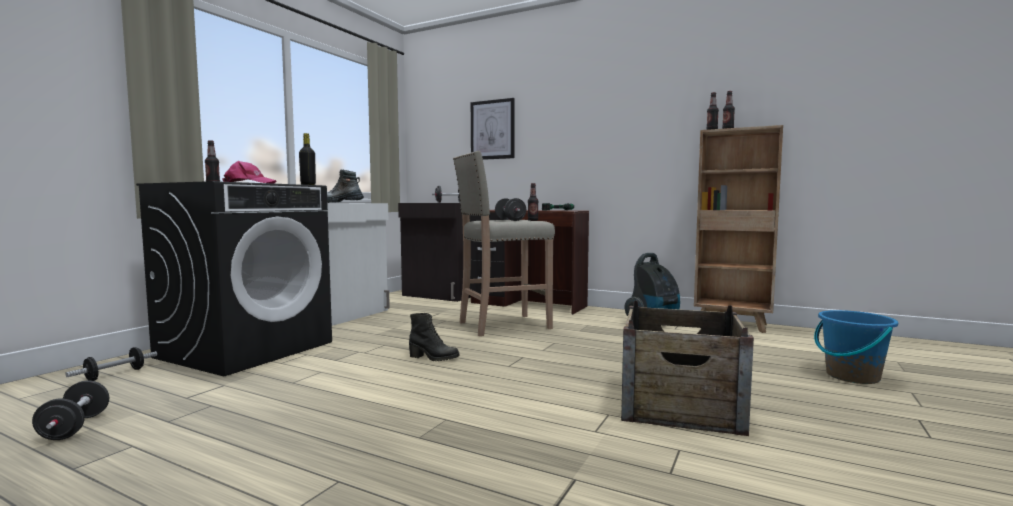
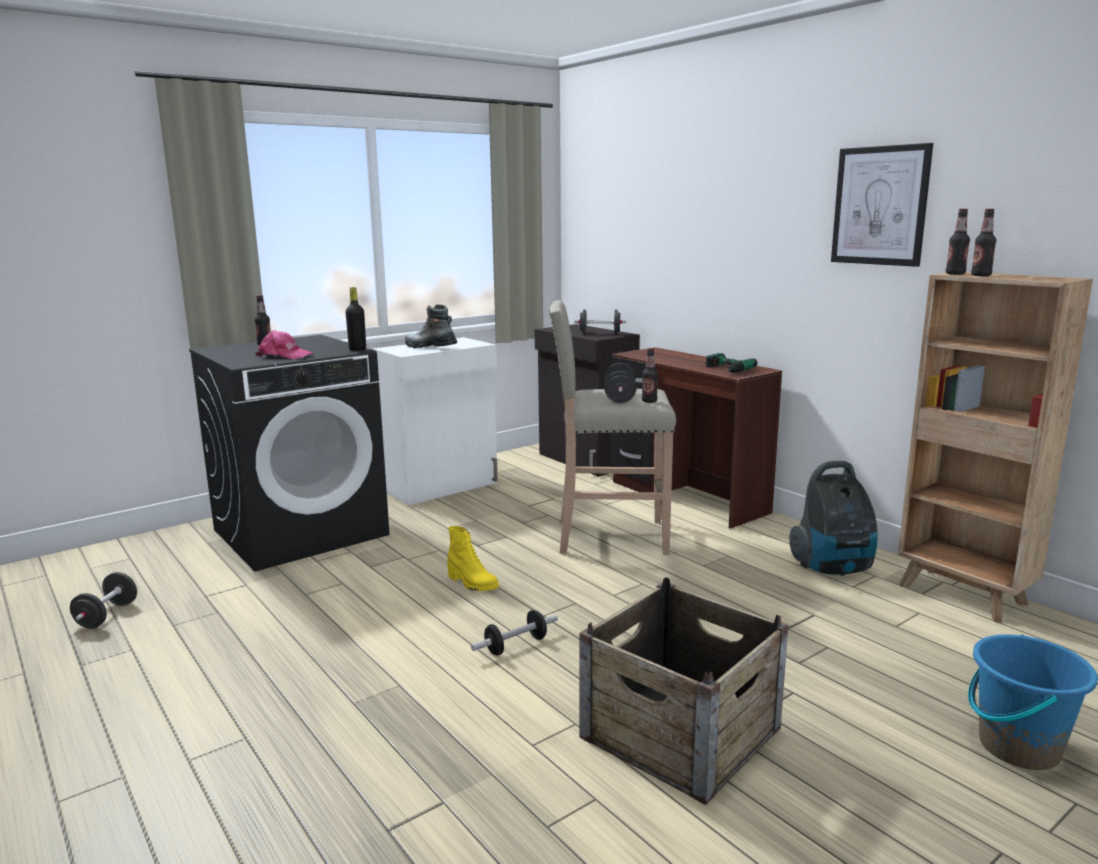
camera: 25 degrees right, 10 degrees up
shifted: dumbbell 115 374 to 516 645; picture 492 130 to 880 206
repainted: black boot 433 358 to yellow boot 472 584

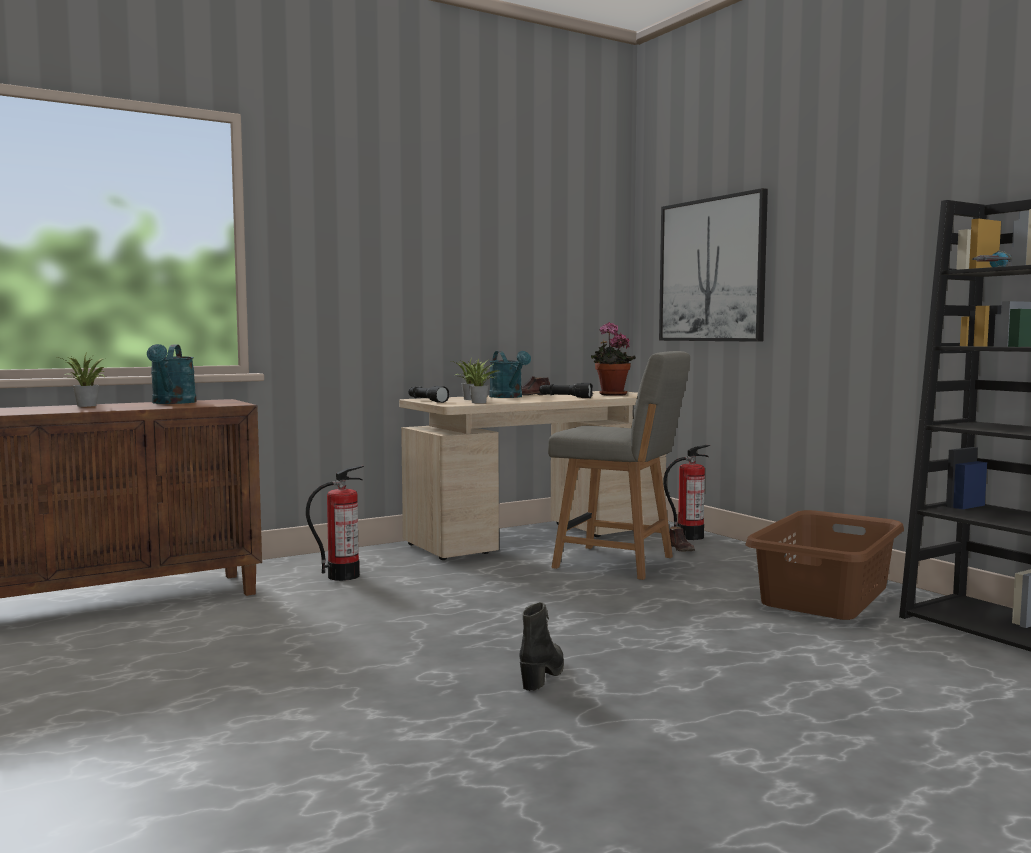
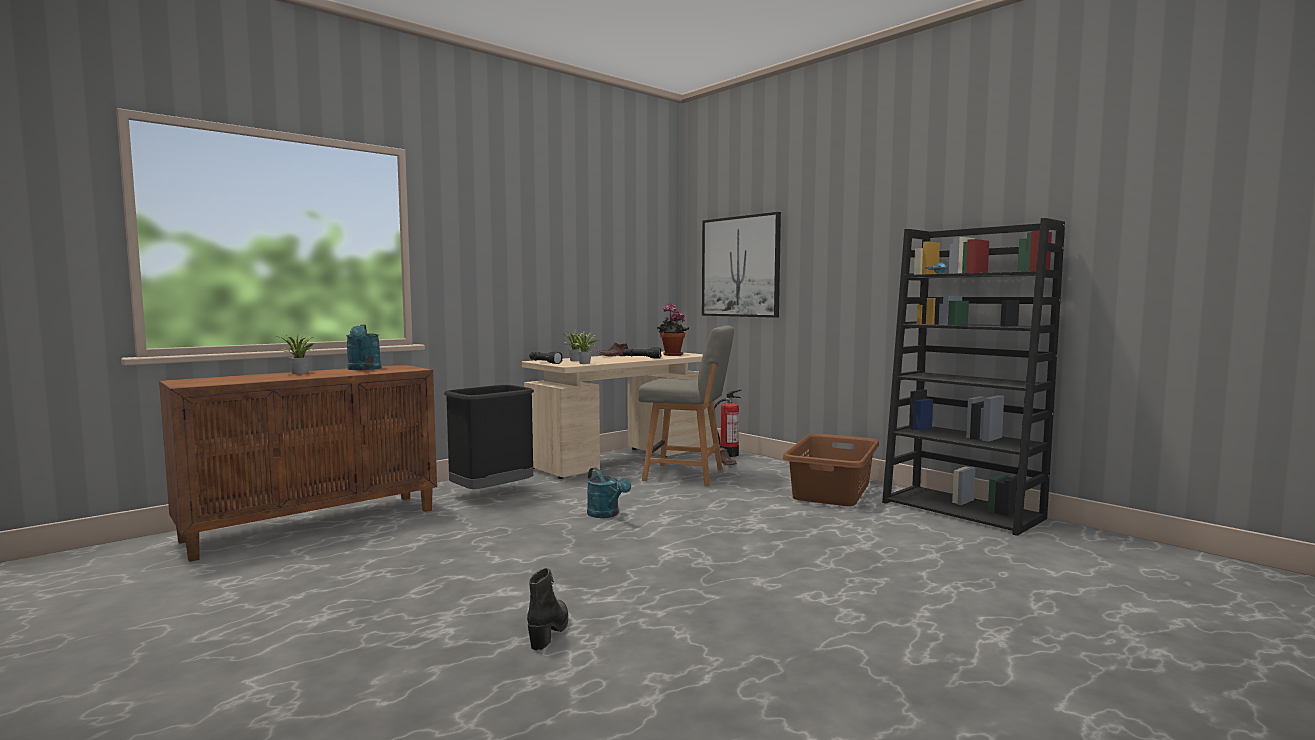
camera: 10 degrees left, 0 degrees up
shifted: turquoise watering can 508 397 to 606 515; black boot 543 675 to 549 631
swapped: fire extinguisher 343 576 to black trash can 492 494

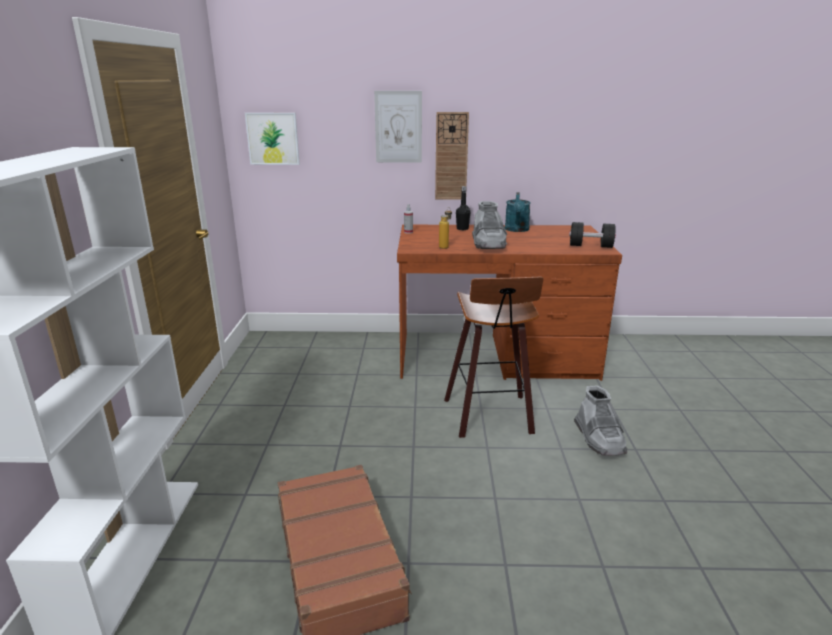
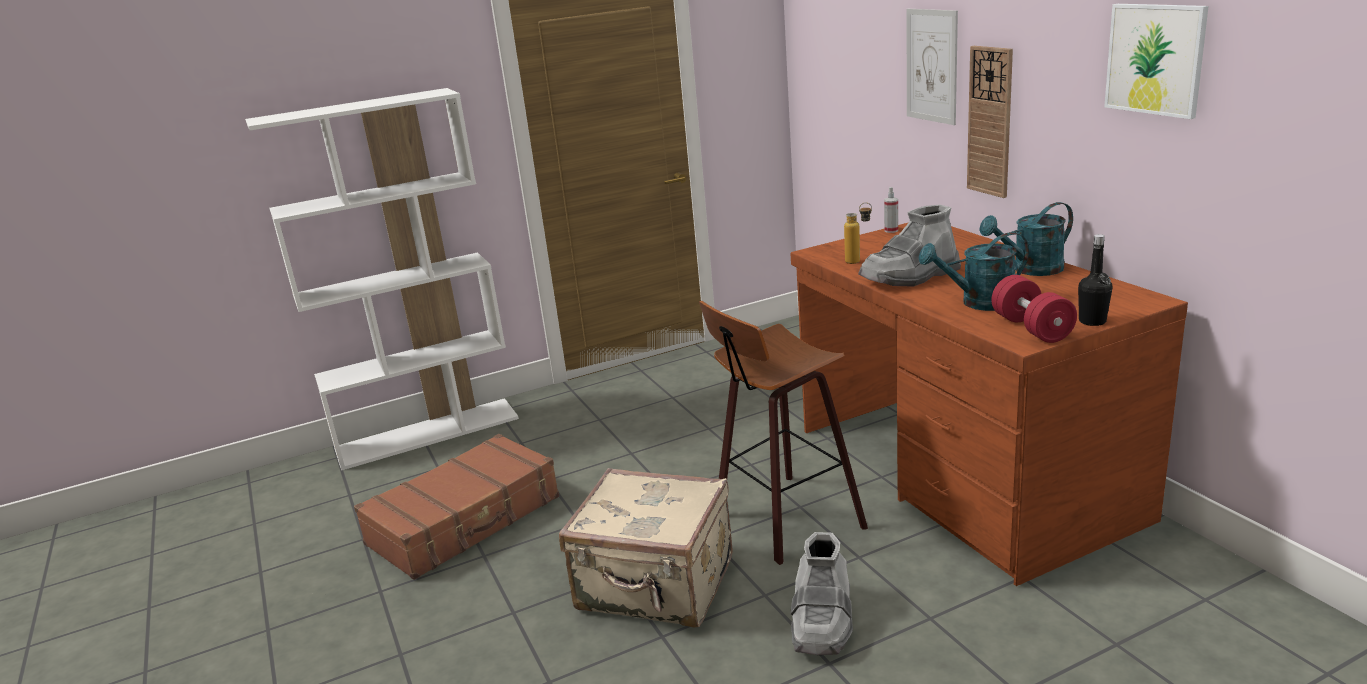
camera: 65 degrees right, 0 degrees up
new: beige suitcase 656 586; turquoise watering can 979 303
shifted: picture 273 138 to 1155 59; black bottle 462 229 to 1092 321
repainted: black dumbbell 590 246 to red dumbbell 1031 328
rotated: grey boot 599 439 = 822 622 45 degrees counterclockwise

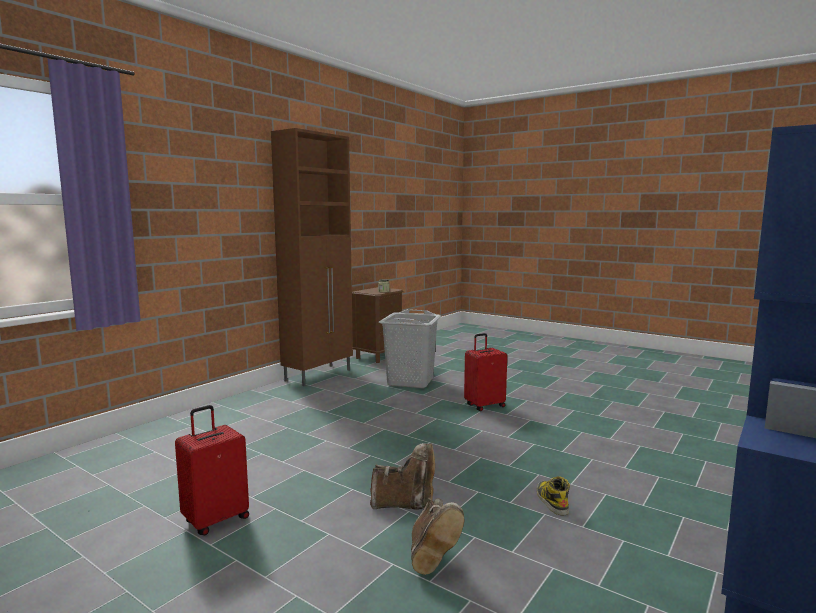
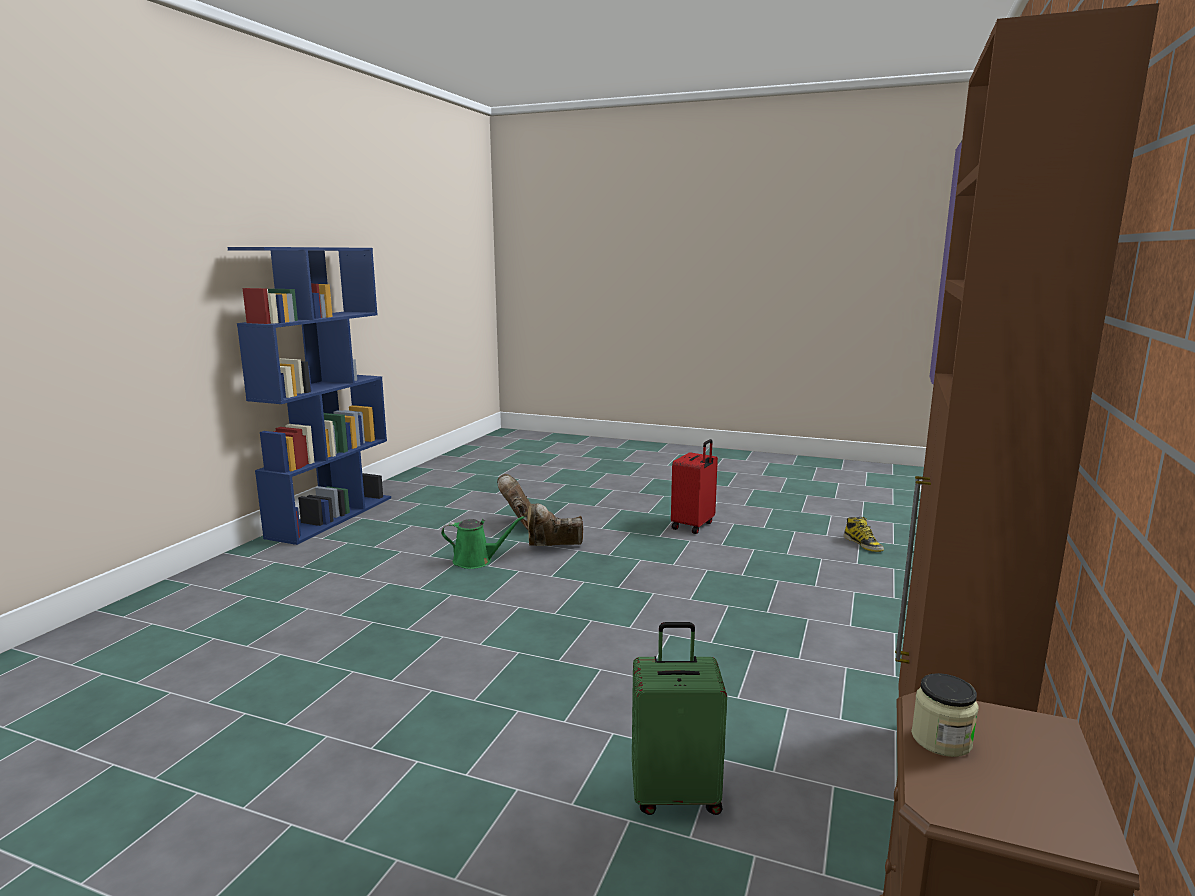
camera: 165 degrees right, 5 degrees up
gone: red suitcase 484 405
new: green watering can 476 561
shifted: boot 551 501 to 863 544
swapped: grey laundry basket 410 381 to green suitcase 675 794

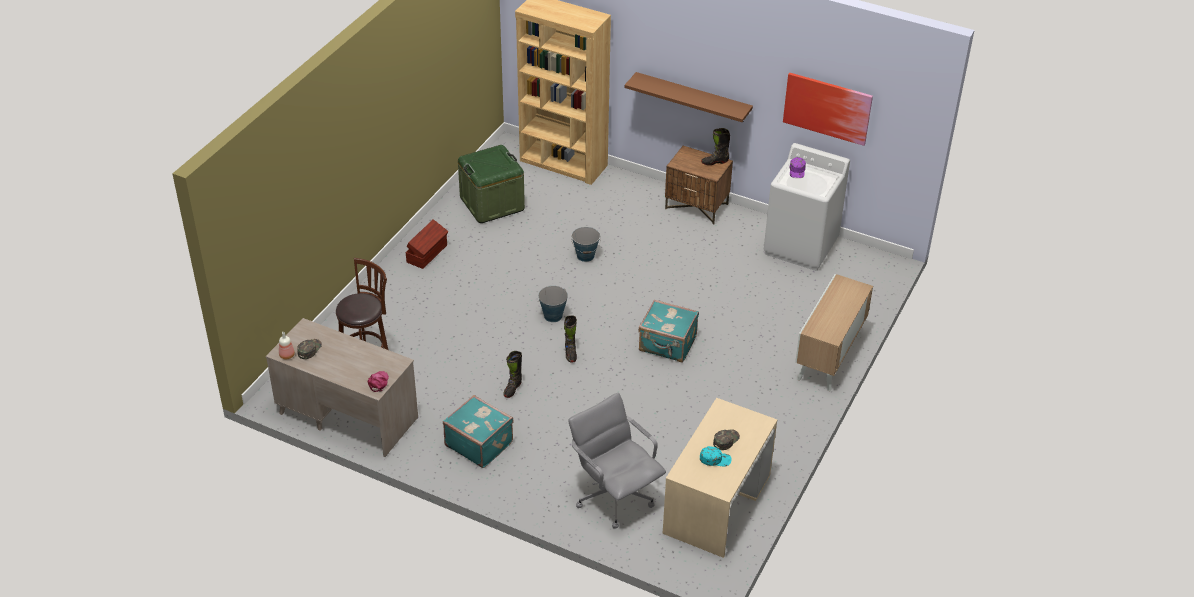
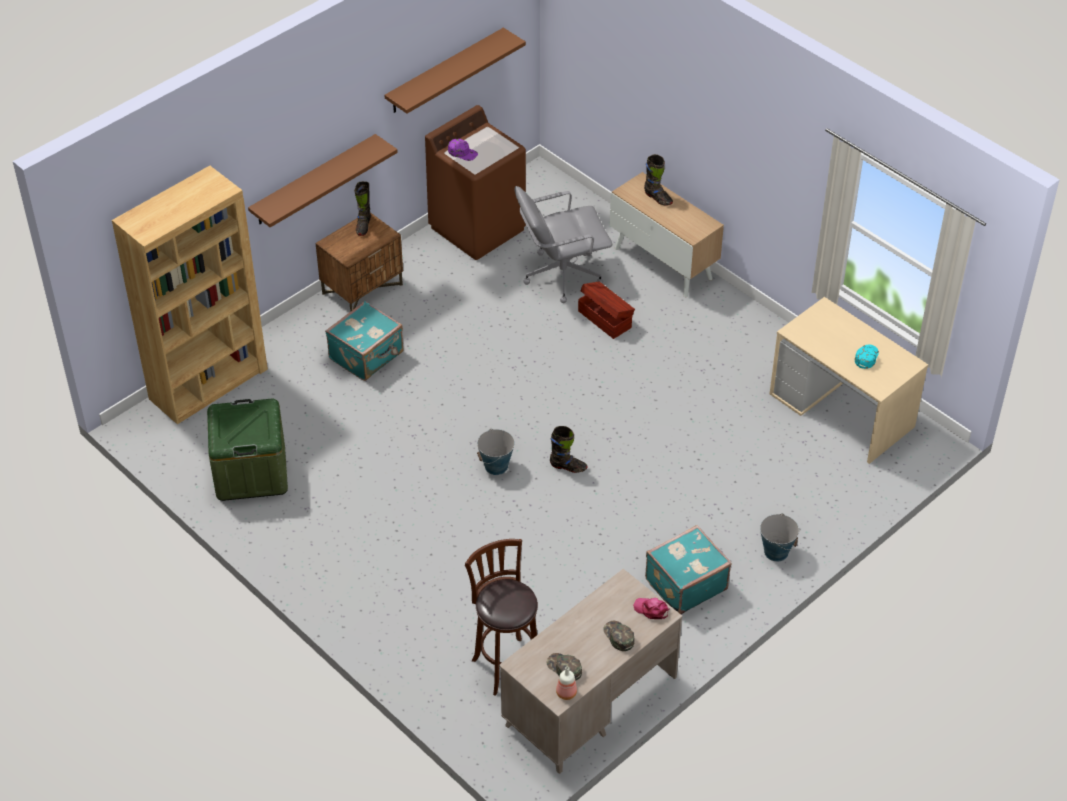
camera: 70 degrees left, 5 degrees up
shifted: brown storage box 427 253 to 605 318; black boot 512 388 to 658 198; grey office chair 614 496 to 561 275; bucket 585 256 to 776 551; turquoise suitcase 667 345 to 367 356; green cap 725 440 to 618 637
swapped: picture 827 108 to brown shelf 445 71
repainted: white washing machine 801 246 to brown washing machine 478 228

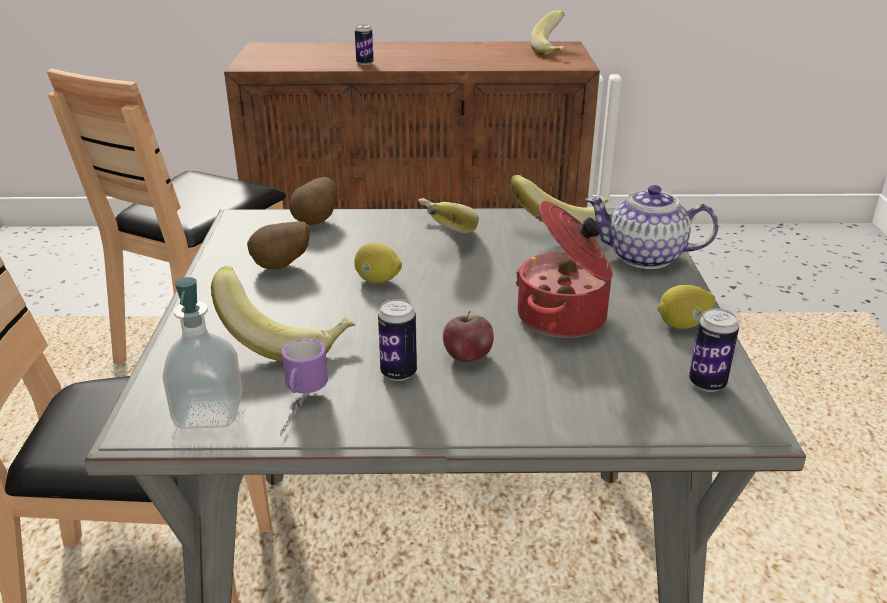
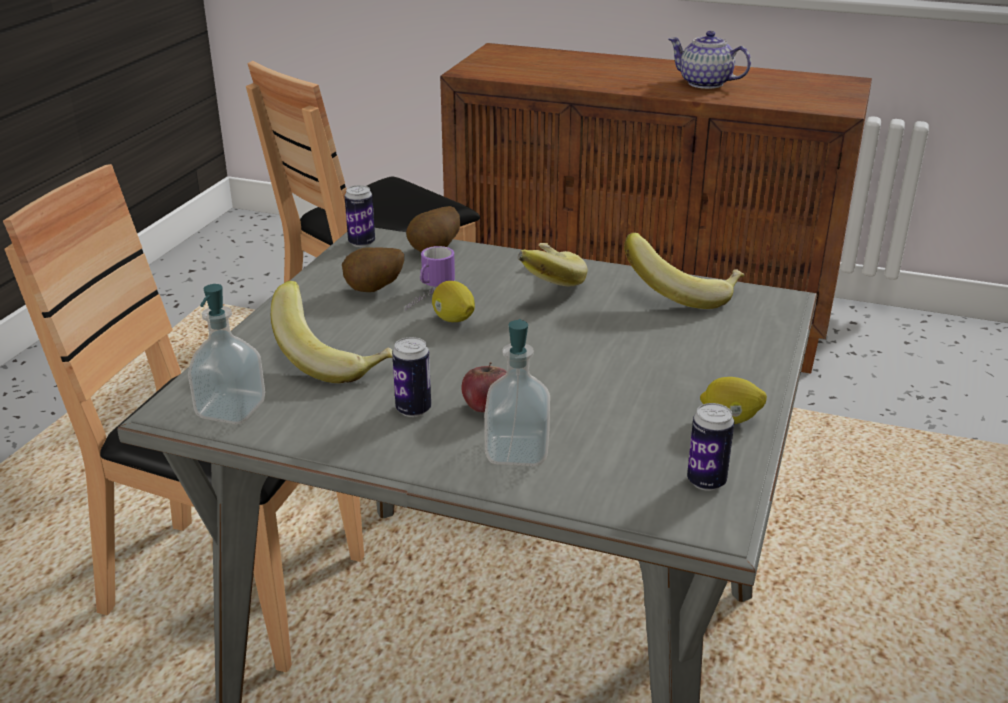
camera: 20 degrees right, 0 degrees up
gone: cooking pot 564 318; banana 553 51
new: soap dispenser 517 452
shifted: mug 298 408 to 426 297; can 365 63 to 361 243; teapot 646 257 to 706 83

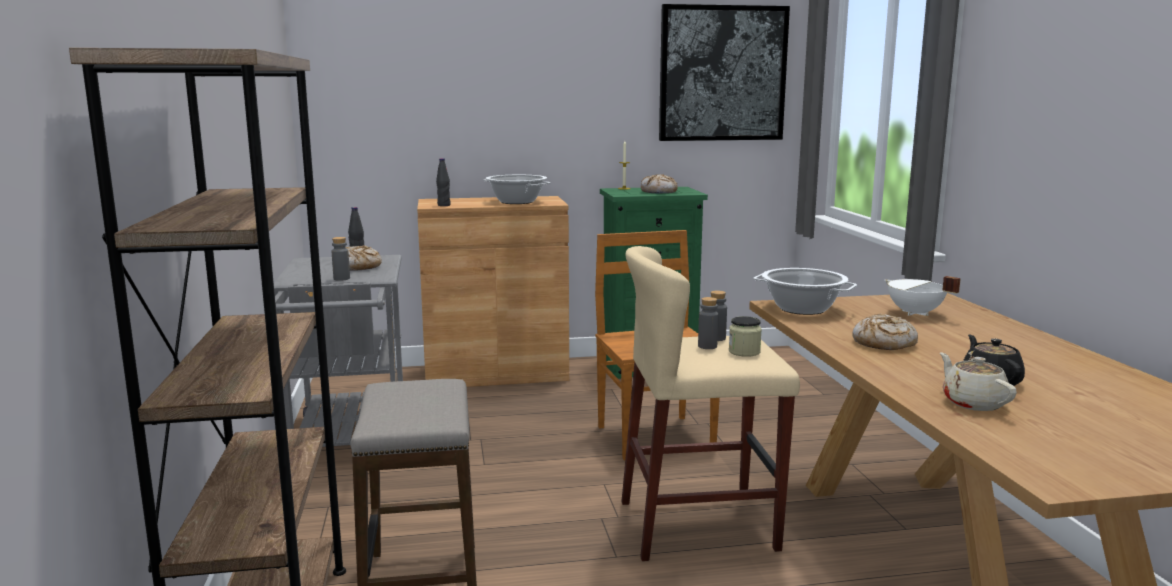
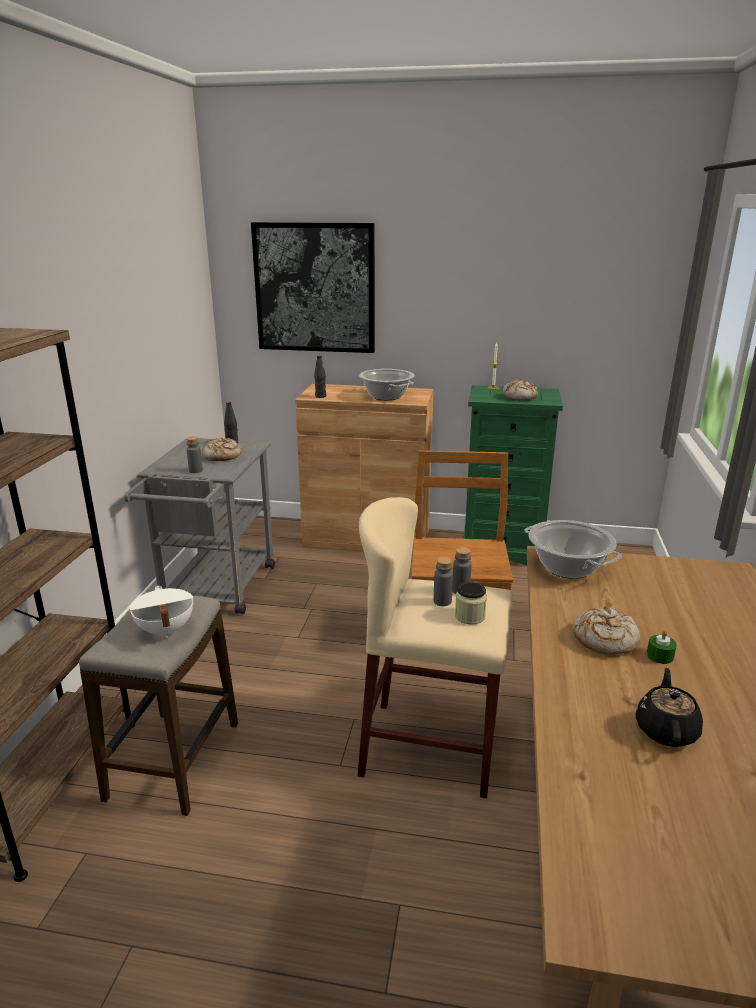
camera: 20 degrees right, 10 degrees up
gone: beige teapot 973 403
new: green candle 660 656
shifted: picture 722 73 to 315 288; white cooking pot 914 313 to 164 630

